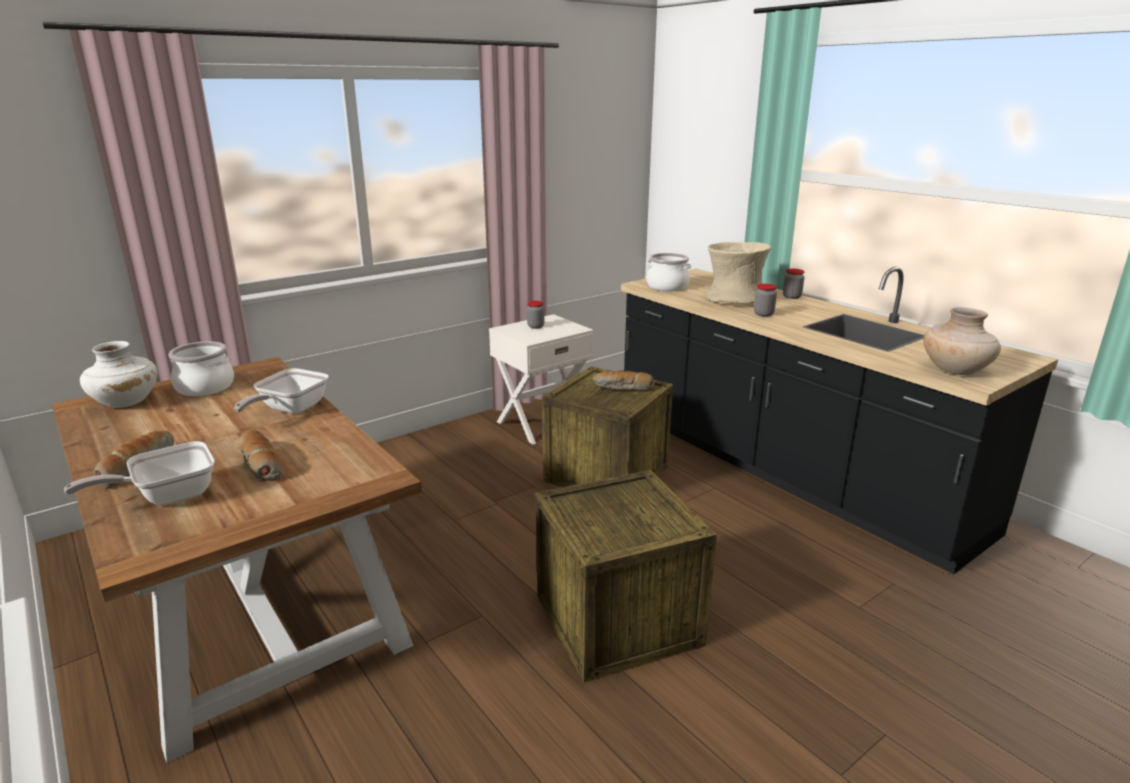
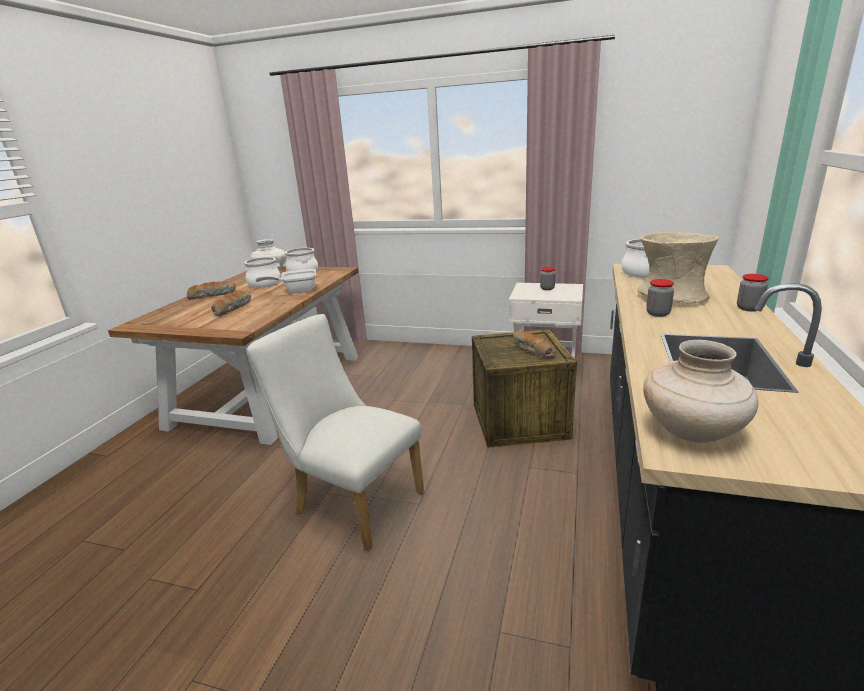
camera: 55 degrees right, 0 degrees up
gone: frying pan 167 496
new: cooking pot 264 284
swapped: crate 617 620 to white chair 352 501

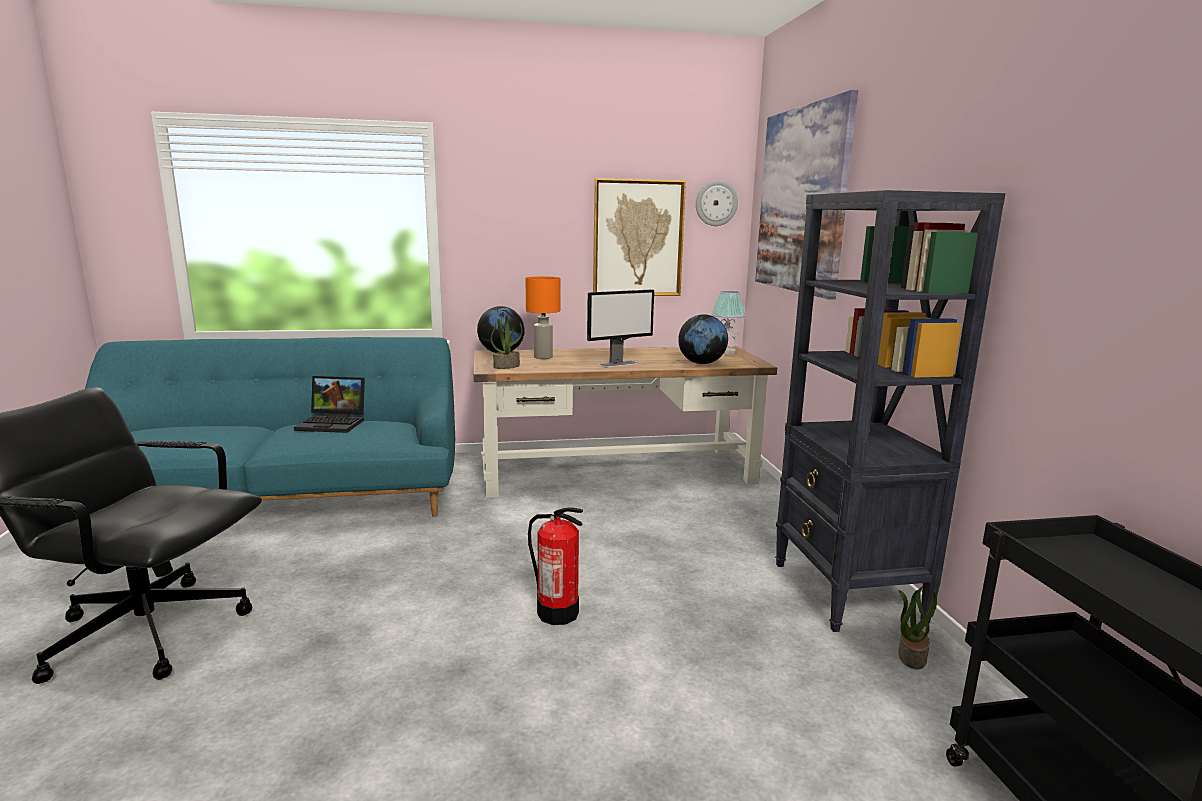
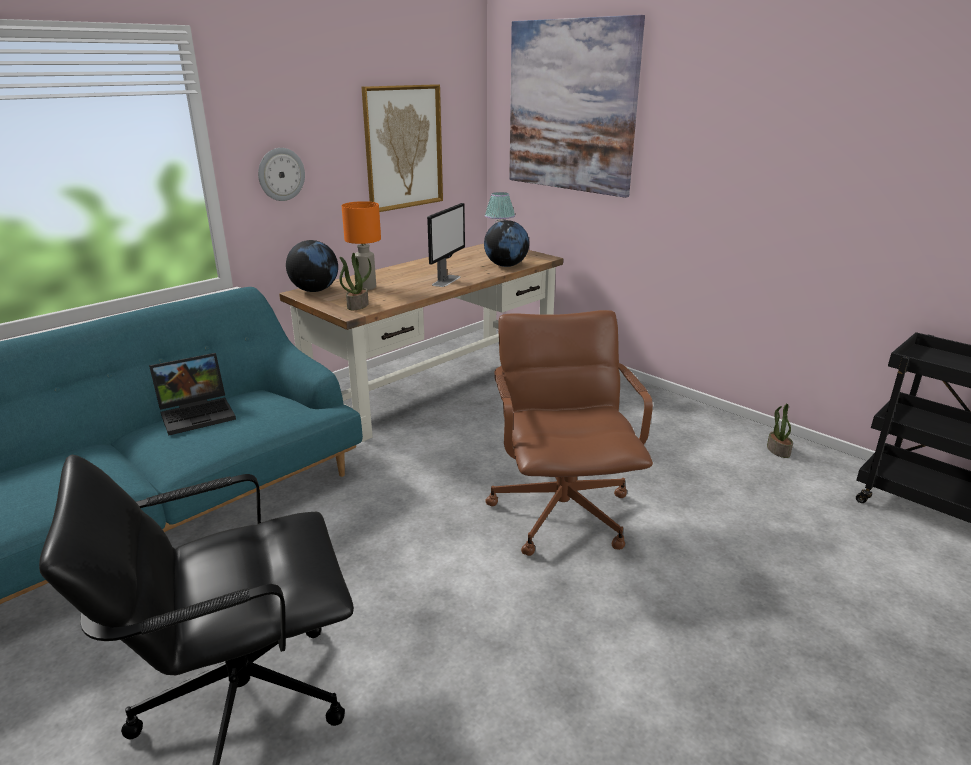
camera: 35 degrees left, 10 degrees up
gone: black bookcase 847 592
shifted: wall clock 716 203 to 281 174
swapped: fire extinguisher 557 612 to brown office chair 562 512

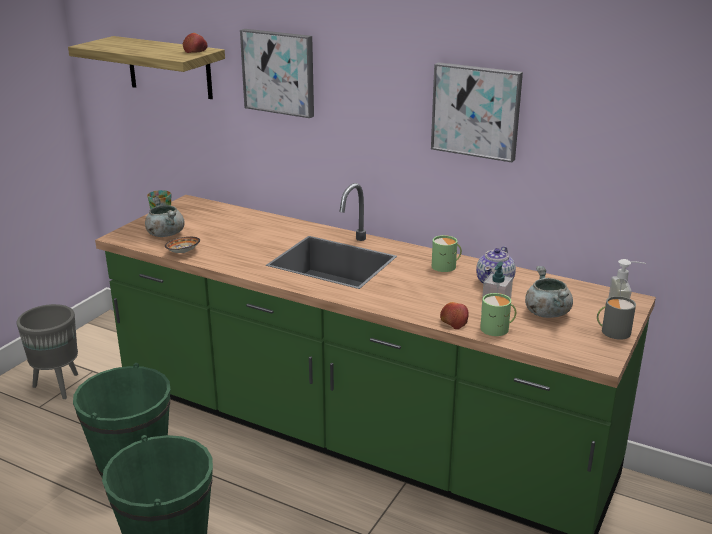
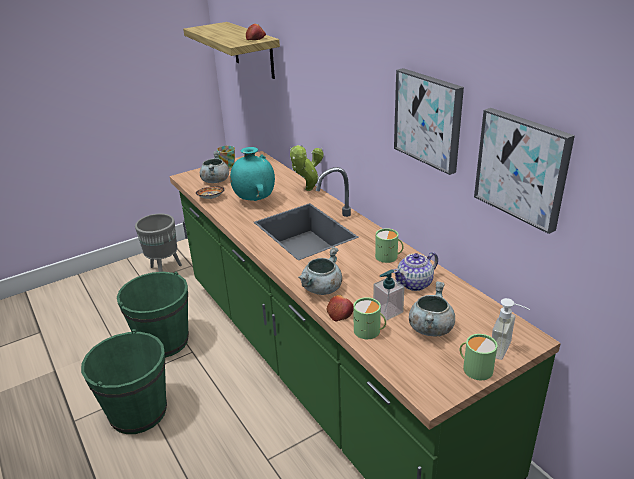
camera: 30 degrees right, 5 degrees up
new: turquoise vase 254 200; potted plant 307 190; grey cooking pot 322 289
shifted: picture 279 72 to 522 168
repainted: grey mug 612 331 to green mug 475 368

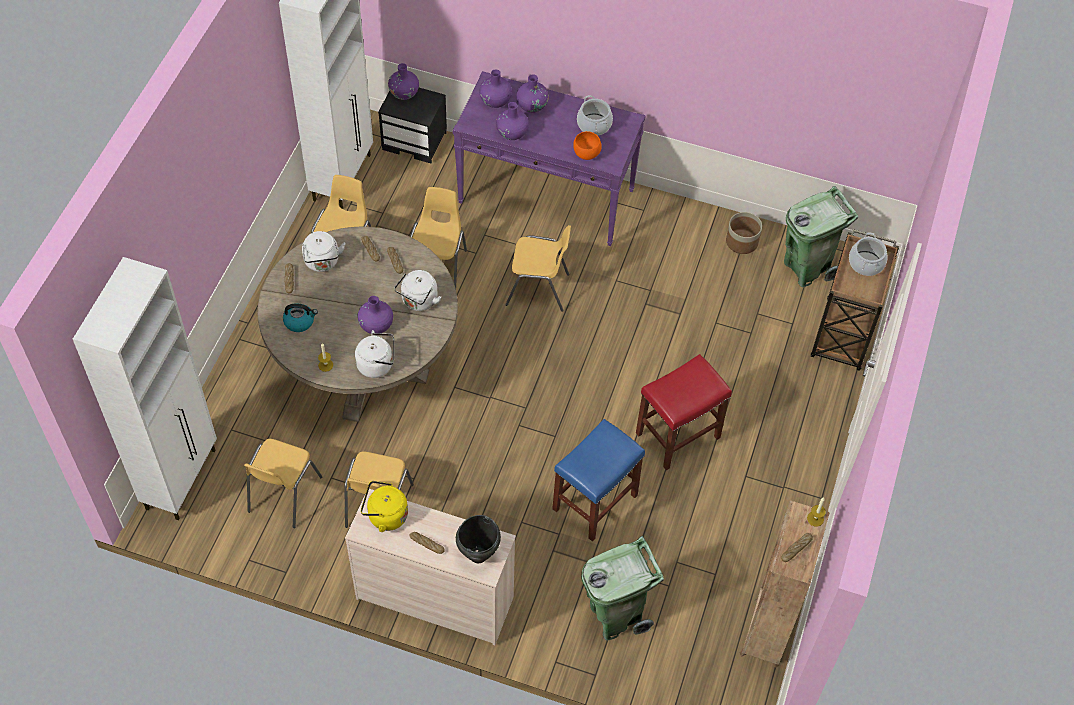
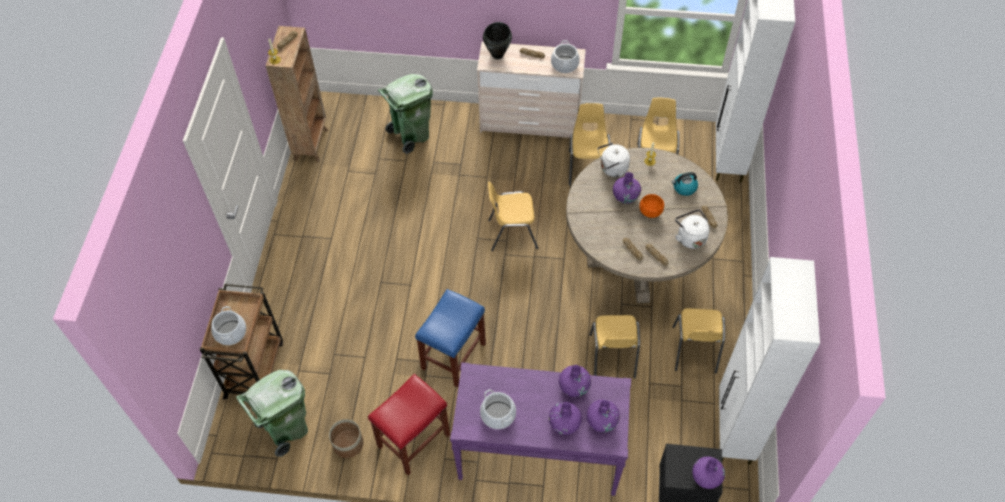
camera: 170 degrees right, 0 degrees up
gone: white kettle 418 301
shifted: yellow chair 538 289 to 512 233; blue stool 595 501 to 453 357; orange bowl 586 154 to 650 212; red stool 678 434 to 413 441
swapped: yellow kettle 385 516 to cooking pot 565 64

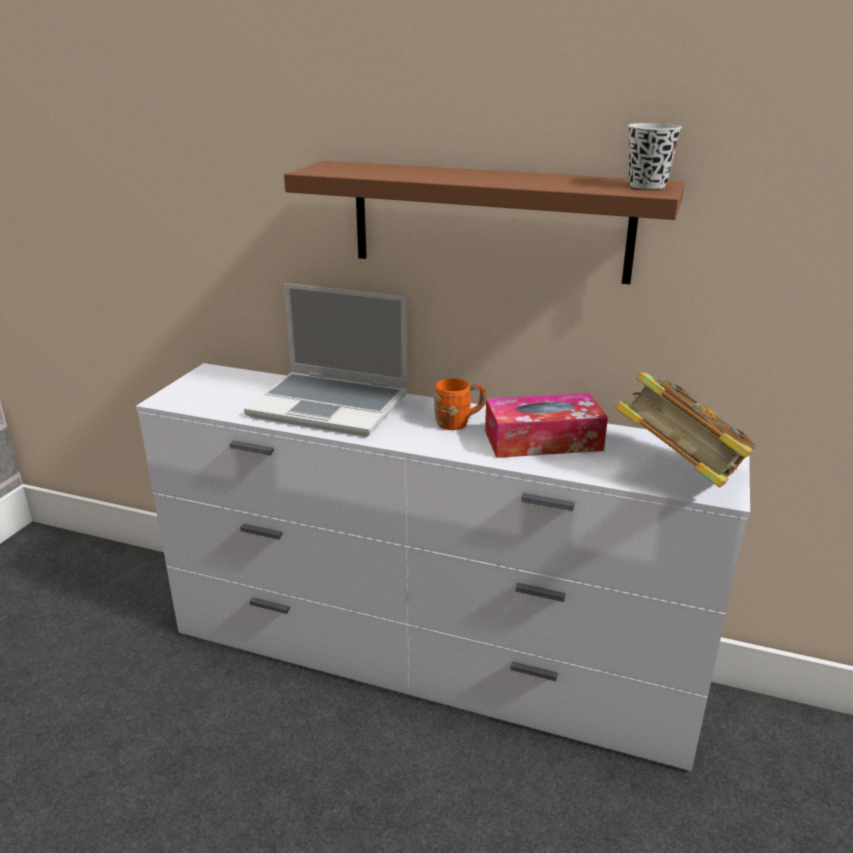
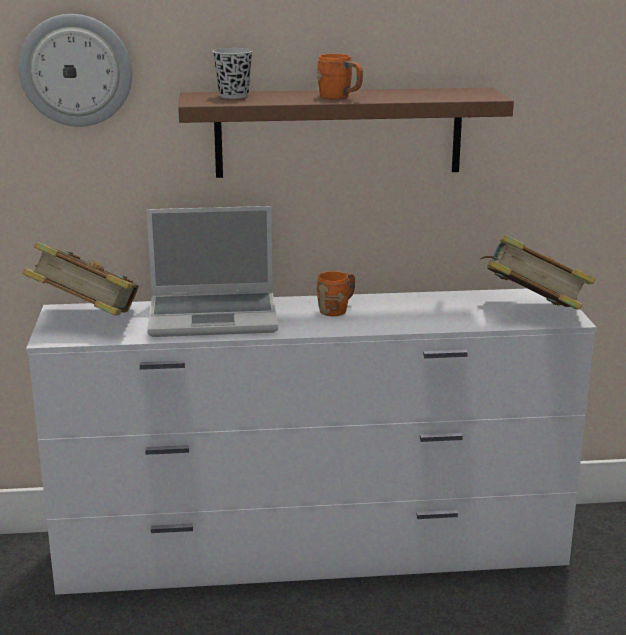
camera: 25 degrees left, 5 degrees down
gone: tissue box 543 440
new: wall clock 76 70; book 86 320; orange mug 340 98
shifted: black cup 647 186 to 233 96

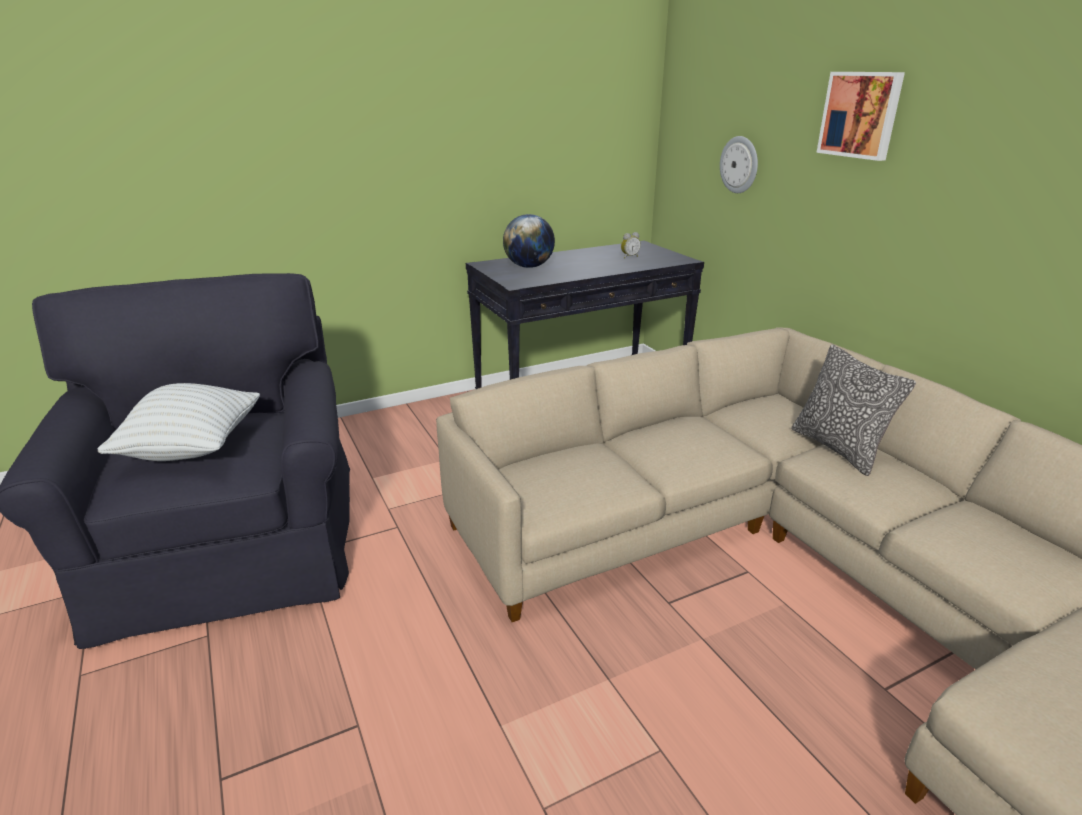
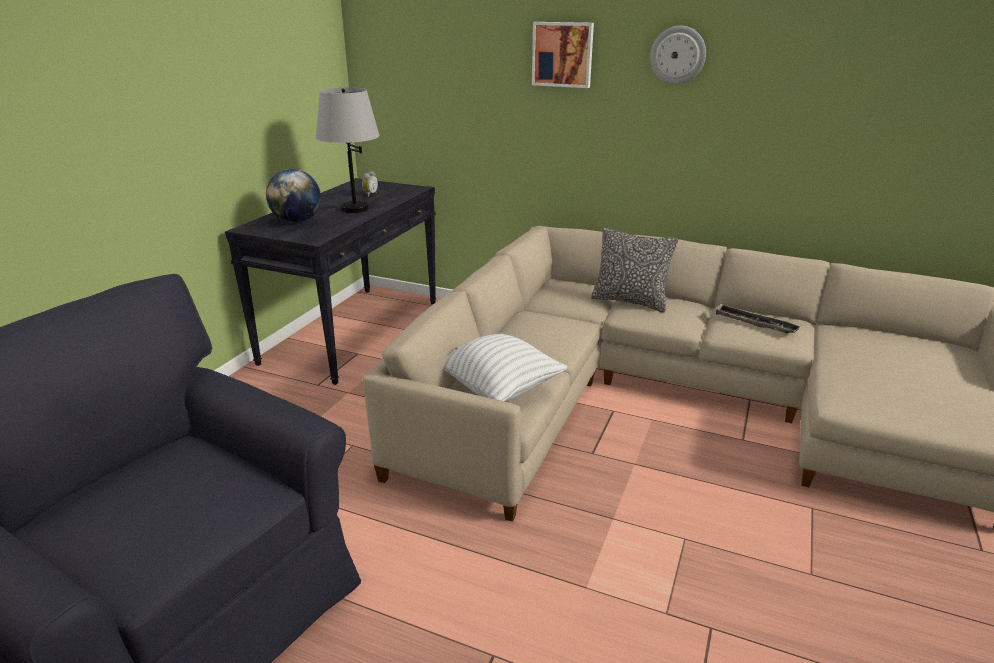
camera: 40 degrees left, 0 degrees up
new: grey table lamp 354 208; tray 755 323
shifted: white pillow 192 448 to 500 389; wall clock 739 164 to 678 55

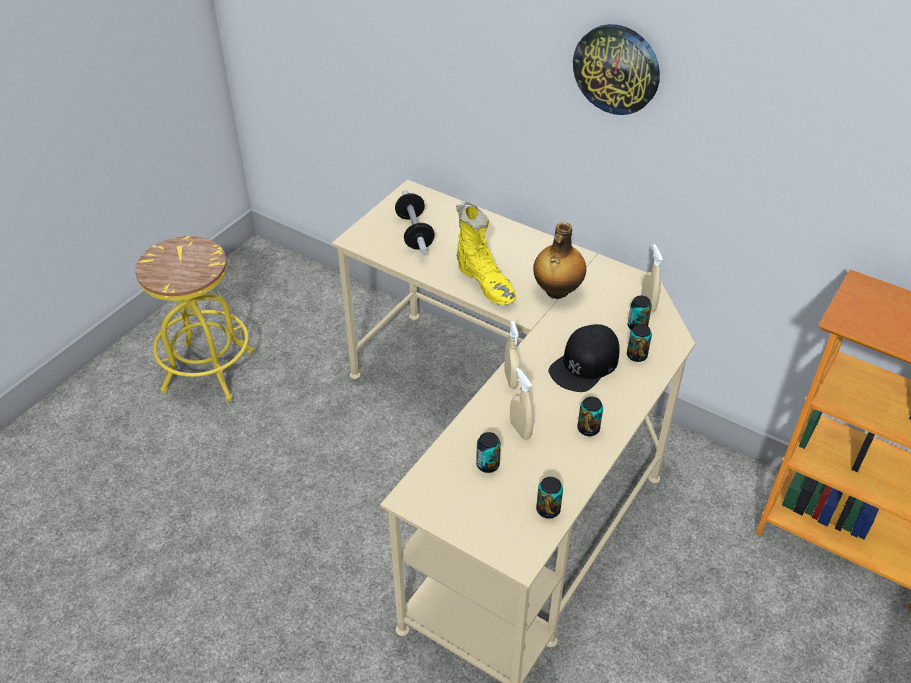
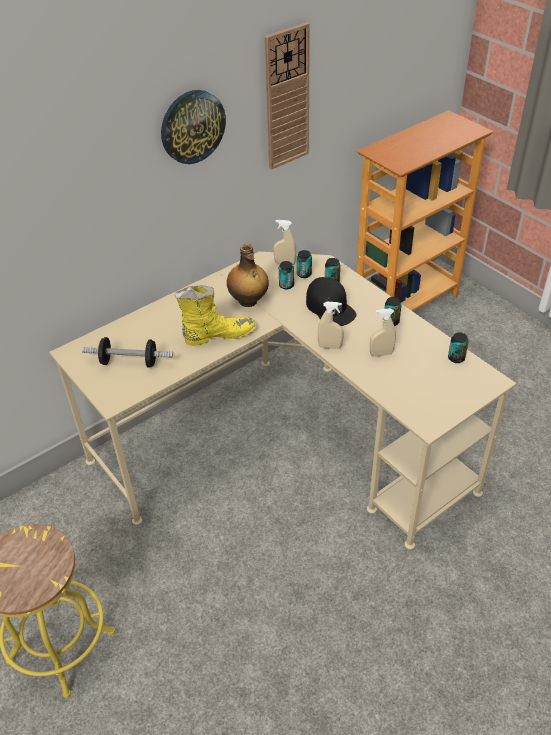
camera: 70 degrees left, 0 degrees up
new: wall clock 287 98
shifted: can 487 465 to 286 285

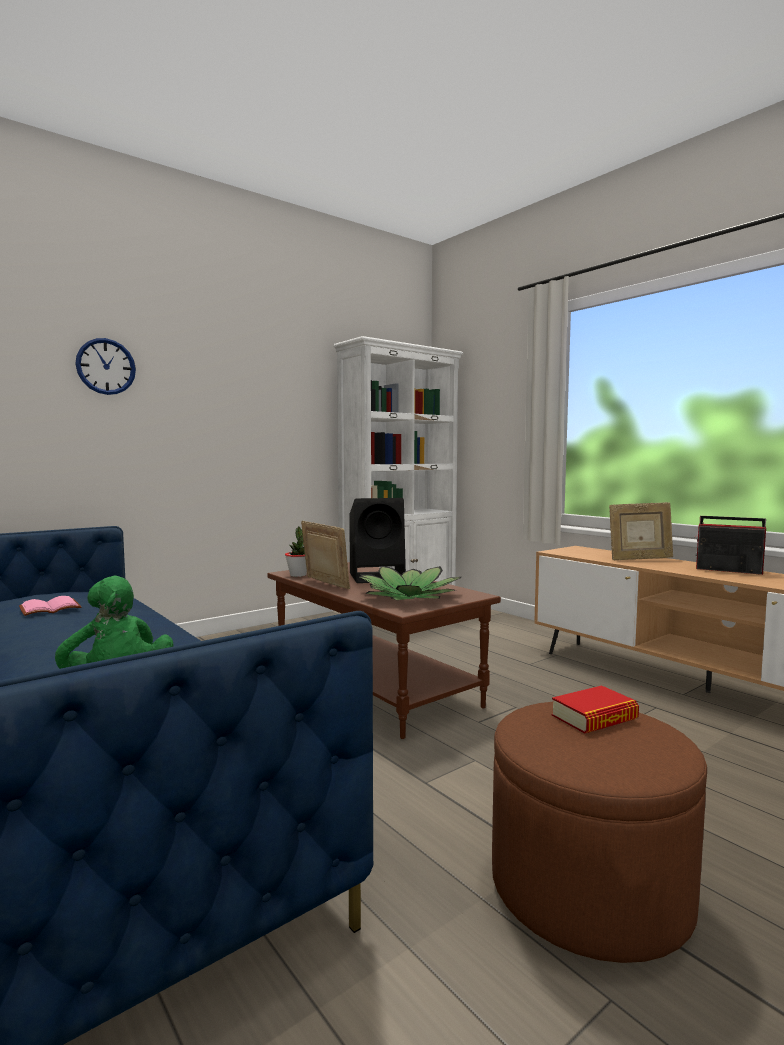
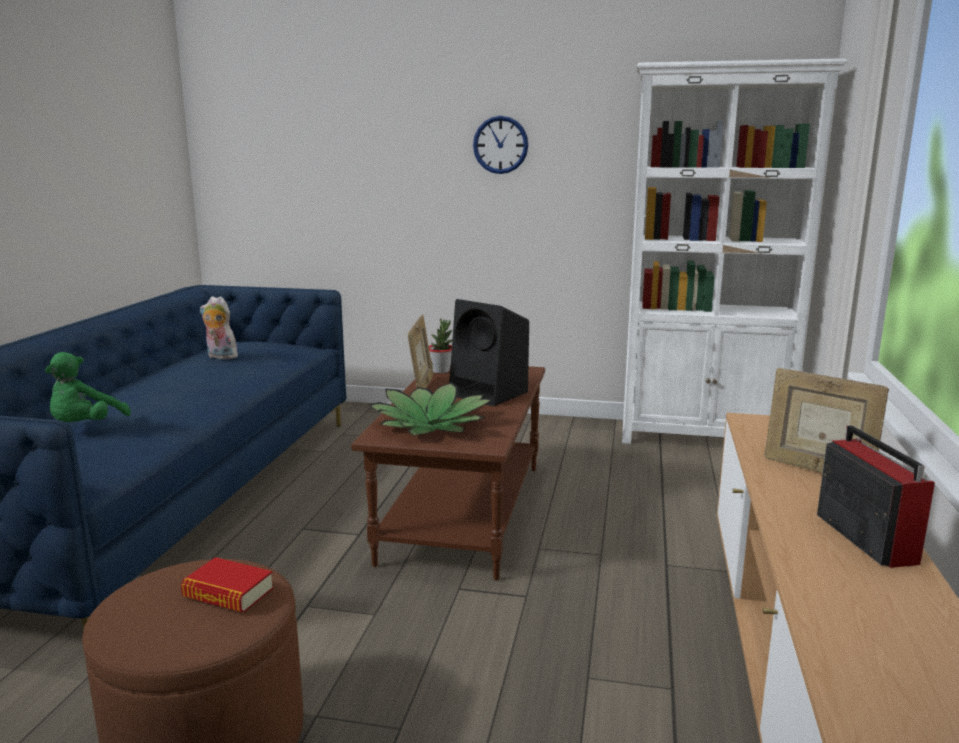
camera: 50 degrees right, 10 degrees up
shifted: wall clock 106 366 to 500 145
swapped: pink book 50 608 to plush toy 220 357

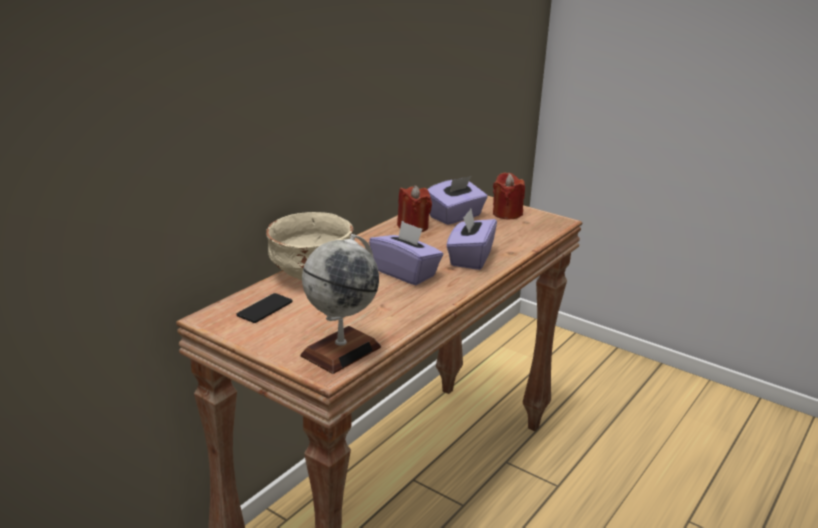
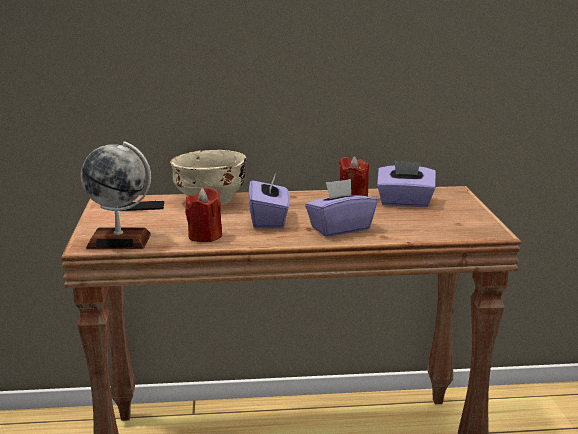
camera: 50 degrees right, 5 degrees down
shifted: red candle 506 214 to 205 236

